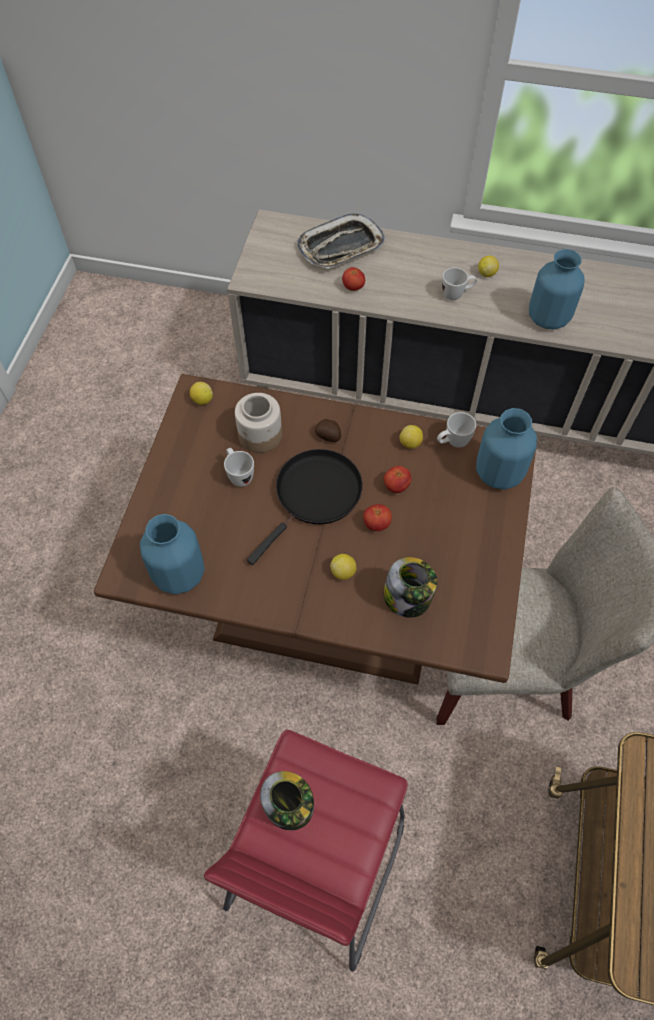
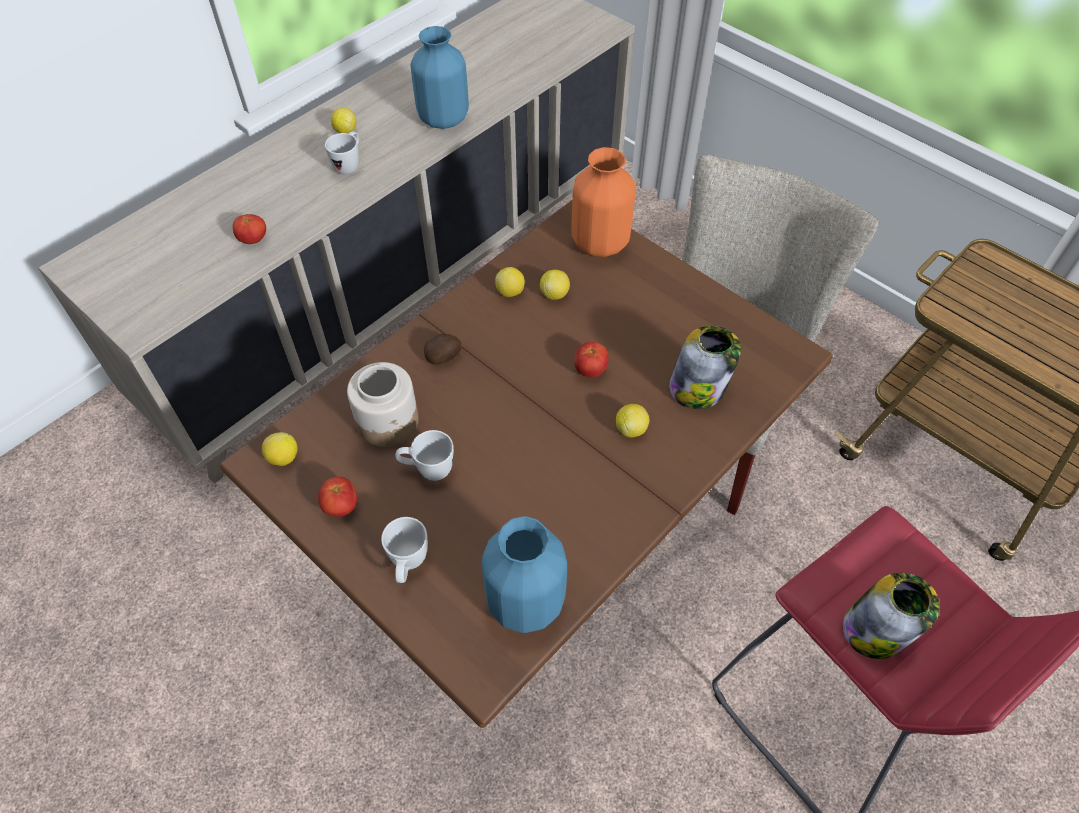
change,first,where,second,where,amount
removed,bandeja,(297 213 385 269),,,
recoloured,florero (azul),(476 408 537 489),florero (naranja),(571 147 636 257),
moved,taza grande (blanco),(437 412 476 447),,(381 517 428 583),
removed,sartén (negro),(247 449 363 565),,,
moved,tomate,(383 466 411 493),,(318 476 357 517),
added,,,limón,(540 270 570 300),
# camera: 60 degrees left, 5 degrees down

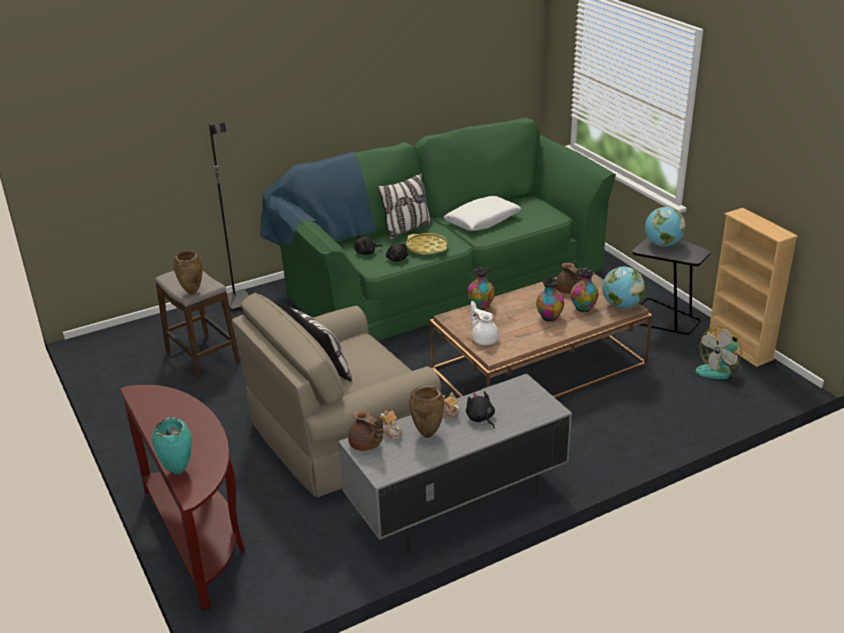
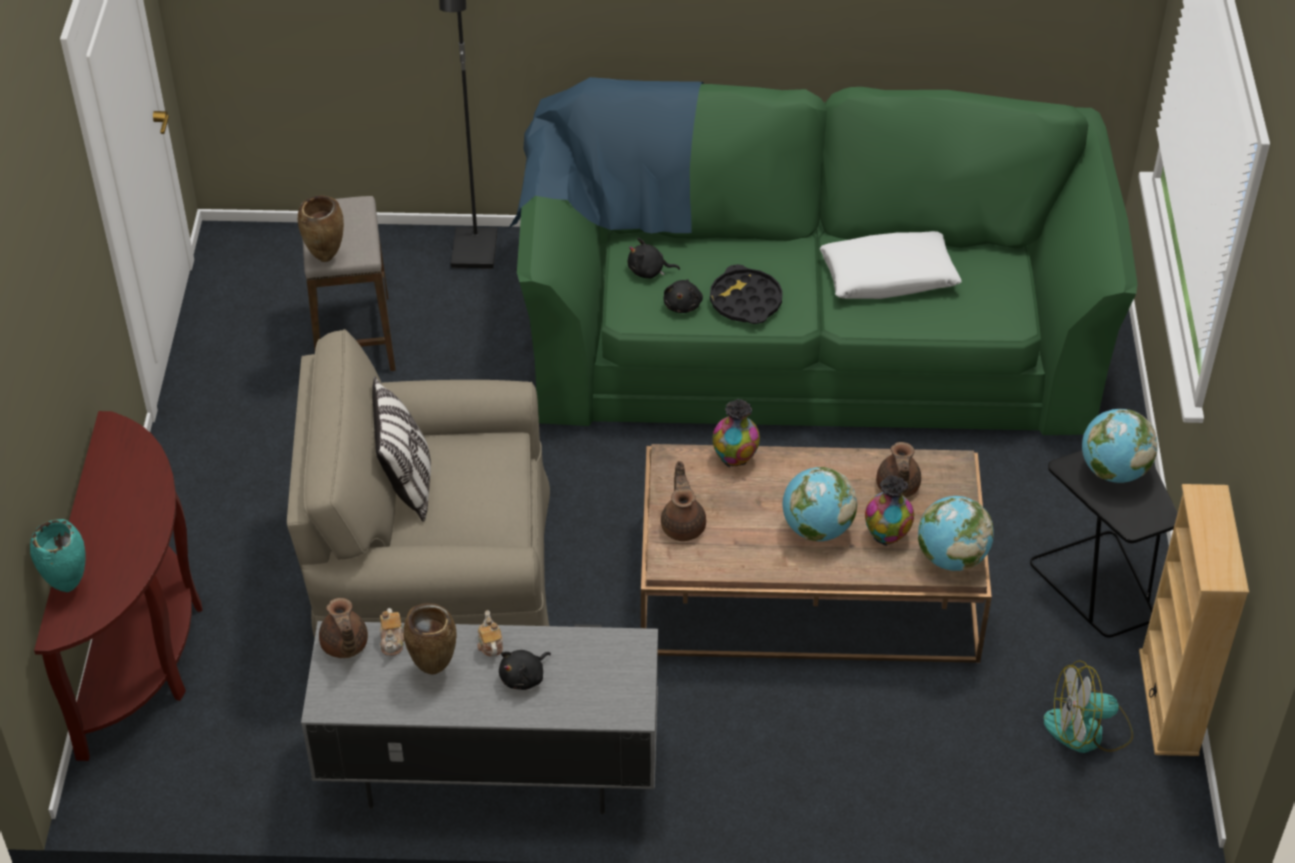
change,first,where,second,where,amount
removed,cojín,(377 173 433 240),,,
recoloured,bandeja (amarillo),(406 233 447 255),bandeja (negro),(710 264 783 324),
replaced,florero,(536 278 564 322),globo terráqueo,(783 467 857 541),
recoloured,tetera (blanco),(470 301 499 345),tetera (marrón),(661 461 706 541),
turned,peluche (negro),(466 391 495 429),,(499 650 551 690),135 degrees counterclockwise
# camera: 30 degrees right, 15 degrees up

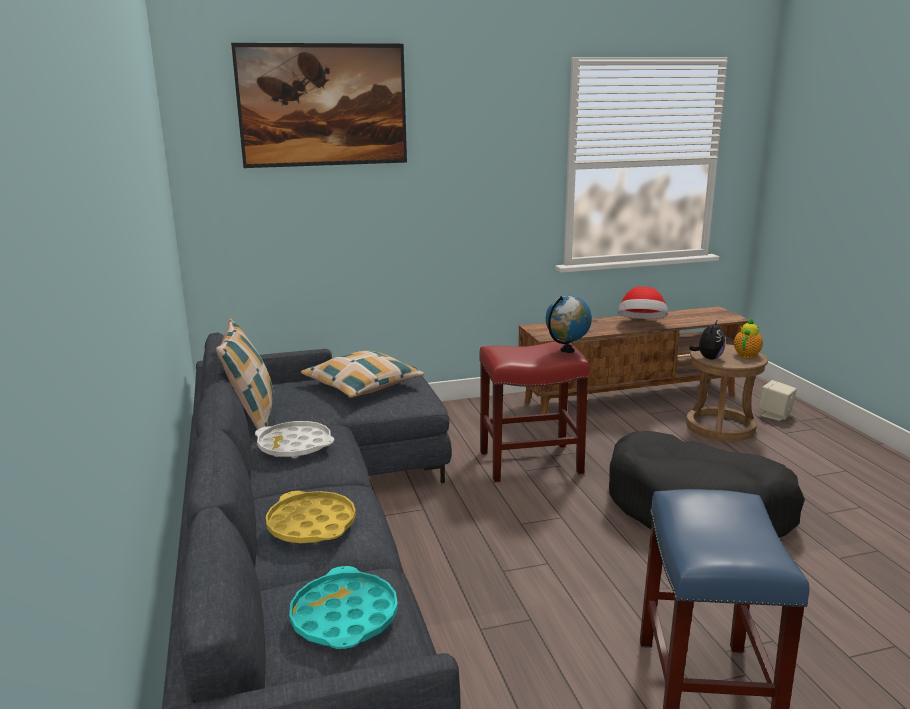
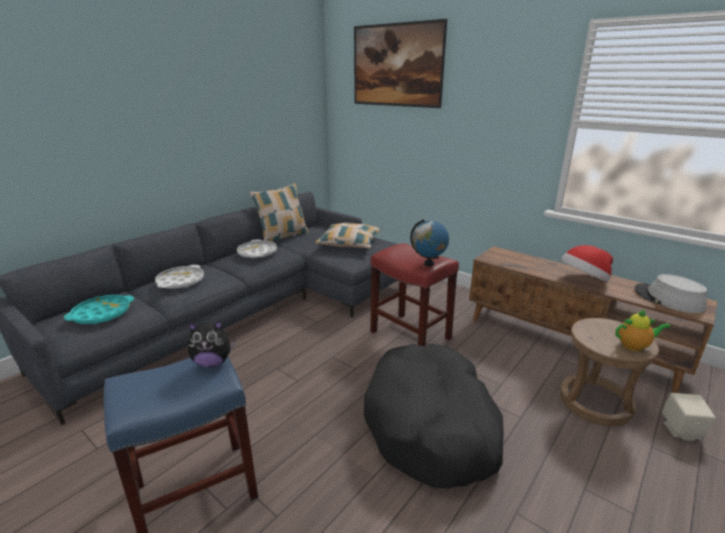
change,first,where,second,where,amount
moved,peluche,(689 321 725 359),,(188 321 236 367),
recoloured,bandeja (amarillo),(266 491 356 543),bandeja (blanco),(155 265 204 289),
added,,,sombrero (gris),(635 274 707 313),
# camera: 55 degrees right, 5 degrees up

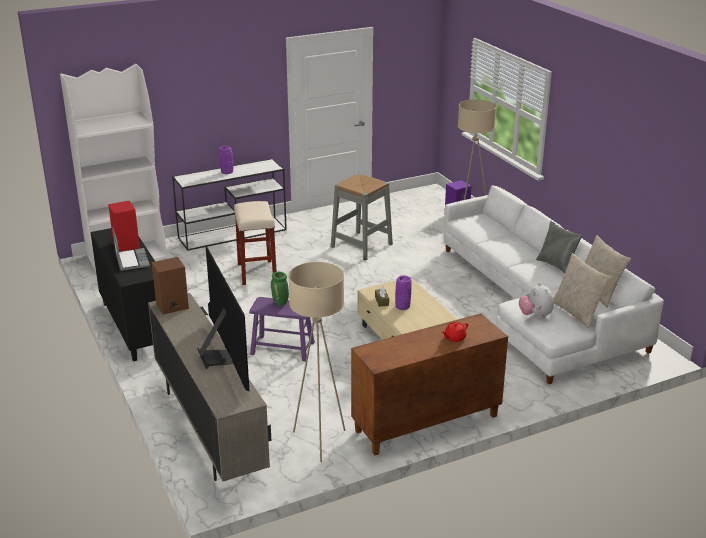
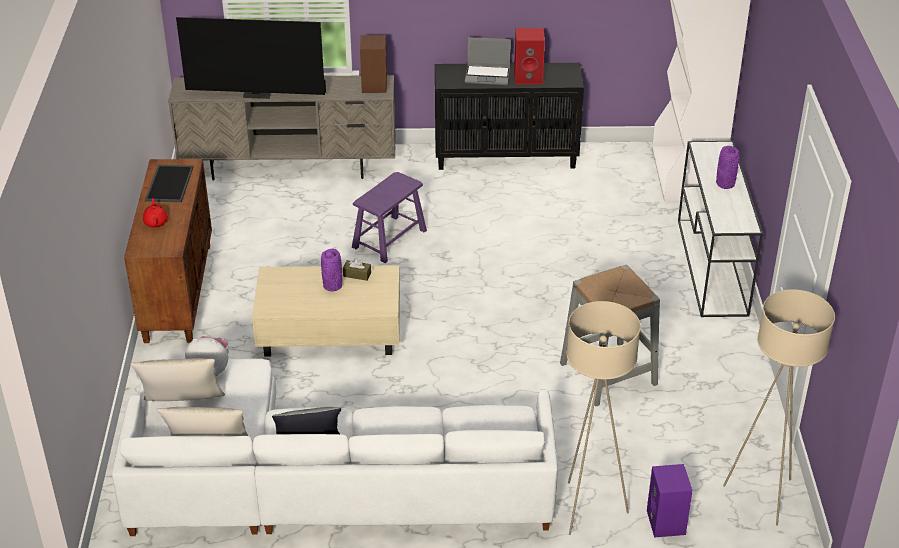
change,first,where,second,where,amount
removed,taburete (beis),(234 201 277 285),,,
moved,lámpara de pie (beis),(288 262 345 462),,(723 289 835 526),
removed,florero (verde),(271 272 289 306),,,
added,,,bandeja,(145 165 193 202),
# camera: 115 degrees right, 10 degrees up

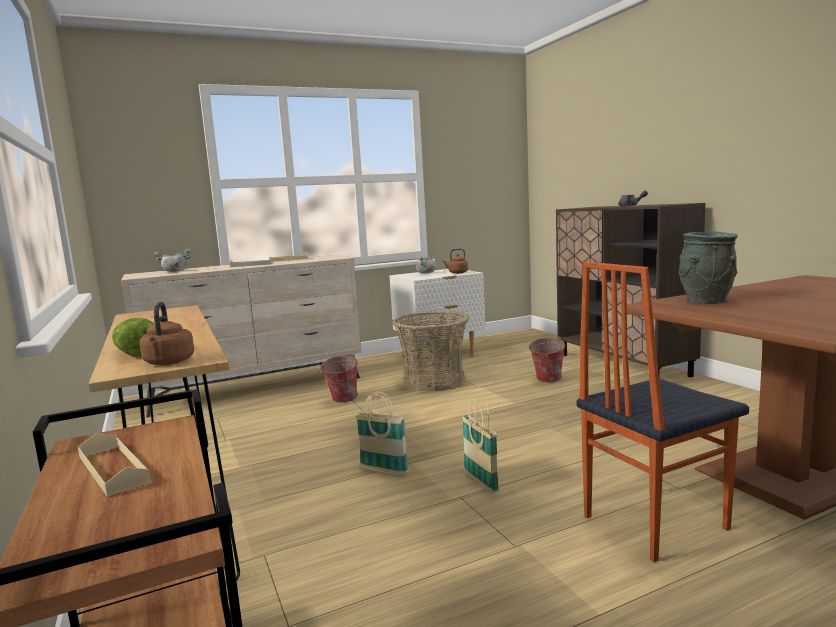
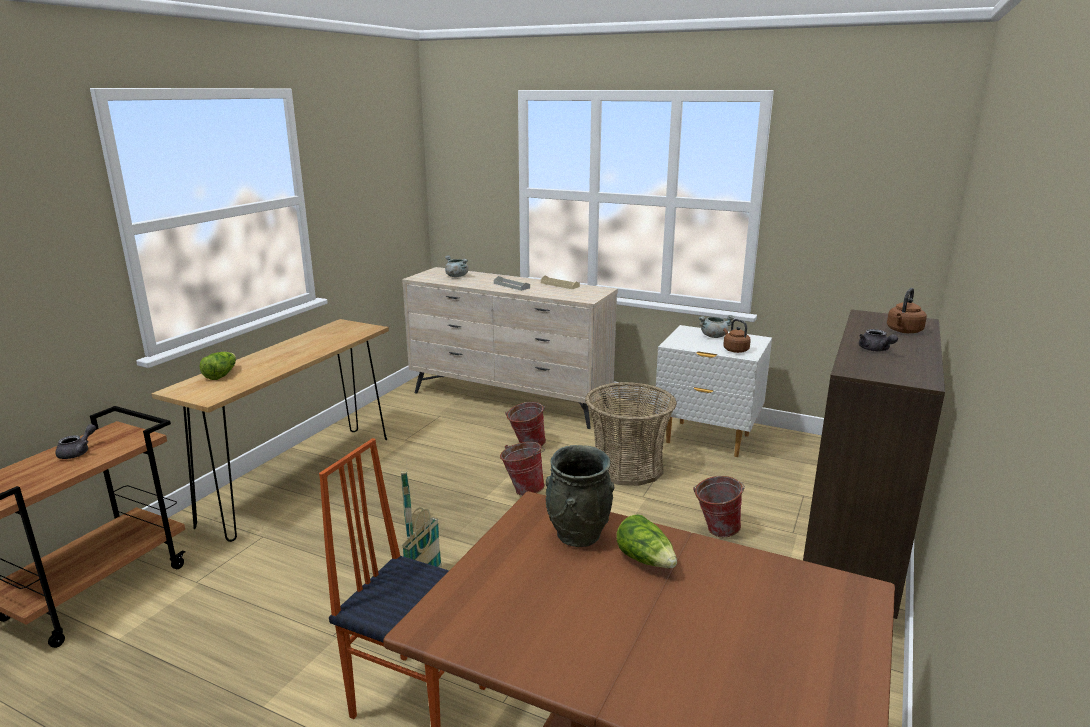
change,first,where,second,where,amount
moved,hervidor (marrón),(140 302 194 365),,(887 288 927 333),
replaced,bandeja (beis),(78 433 151 497),tetera (gris),(56 424 96 459),
added,,,cubo,(500 442 545 496),
added,,,lechuga,(616 515 677 568),
# camera: 50 degrees right, 10 degrees up

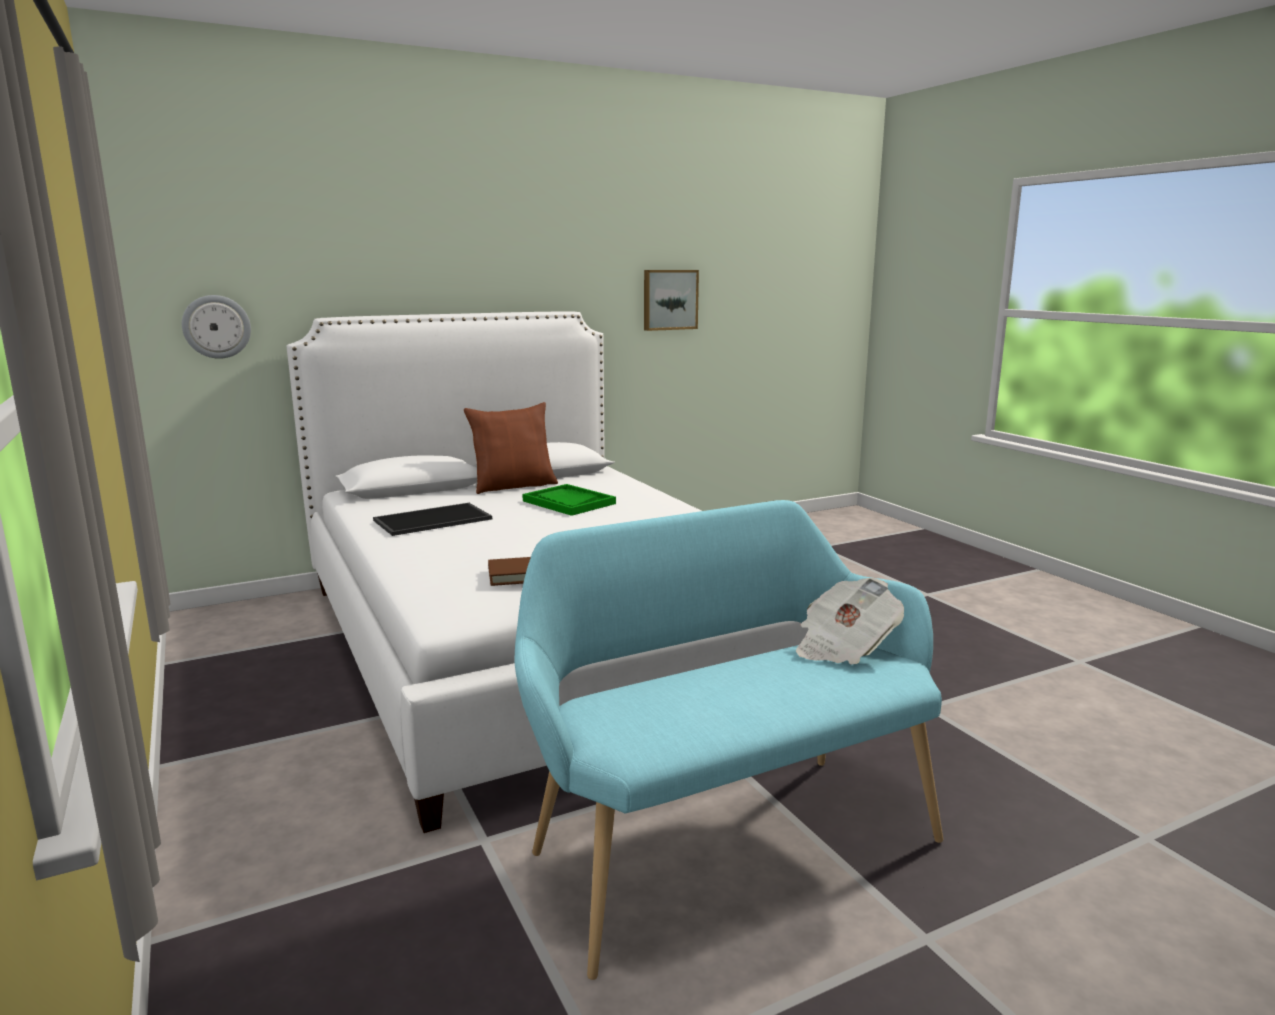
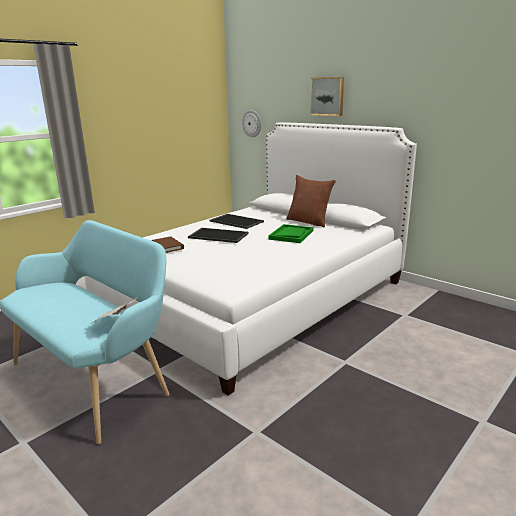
change,first,where,second,where,amount
moved,cuadro,(644 270 699 331),,(310 77 344 116),
added,,,bandeja,(188 228 249 243),
# camera: 70 degrees right, 5 degrees up

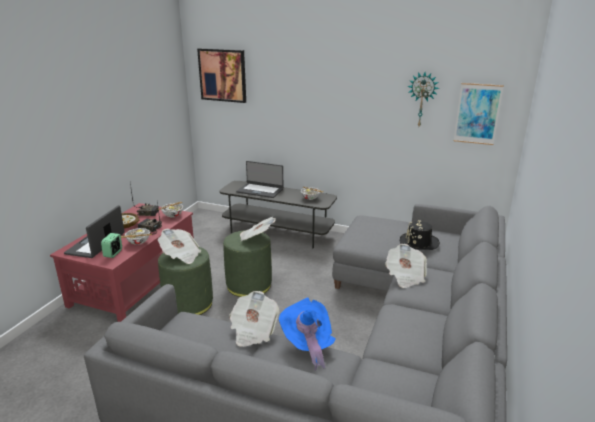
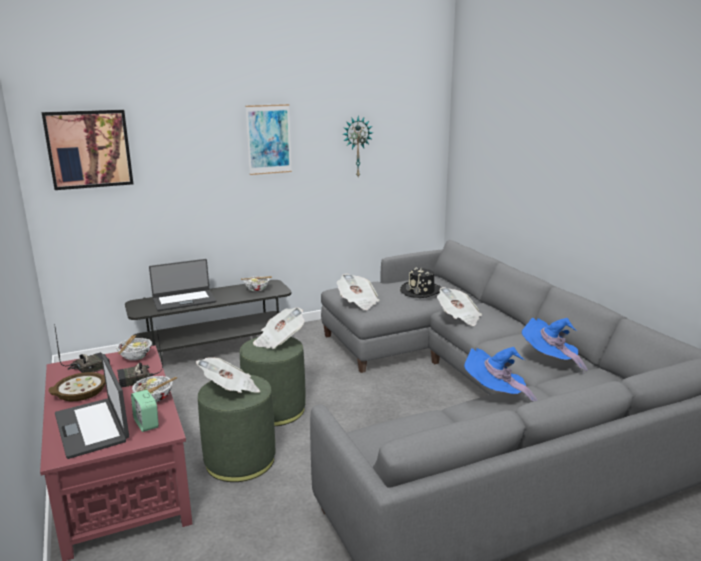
change,first,where,second,where,amount
moved,cuadro,(454 83 504 145),,(245 104 292 175),
moved,periódico,(229 291 279 347),,(337 274 380 310),
added,,,sombrero (azul),(522 318 588 374),
# camera: 45 degrees left, 5 degrees down

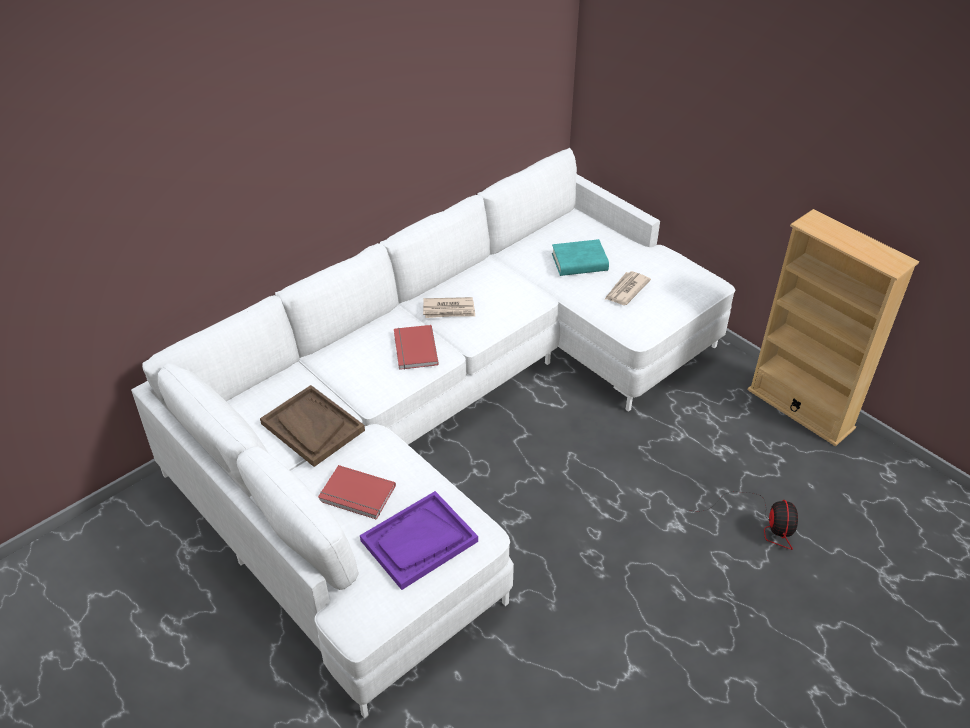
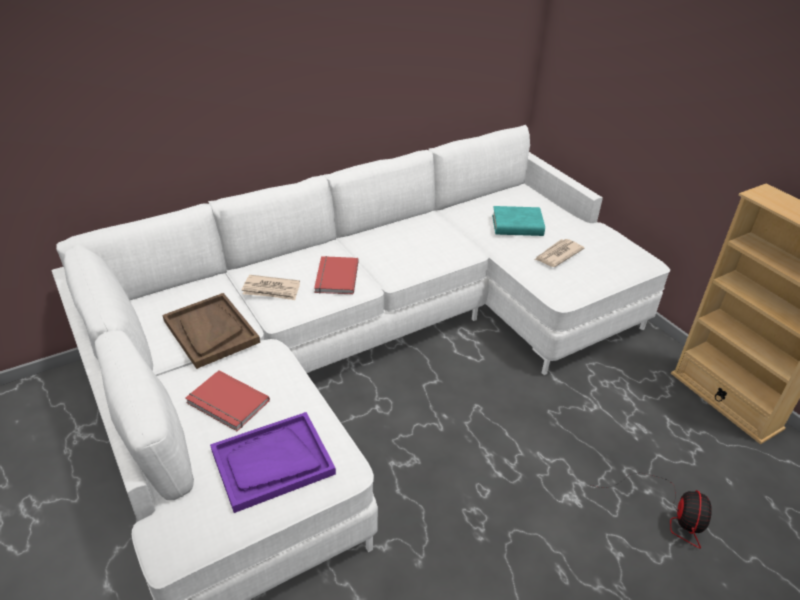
change,first,where,second,where,amount
moved,periódico,(423 297 475 318),,(242 275 300 300),
# camera: 10 degrees right, 5 degrees down

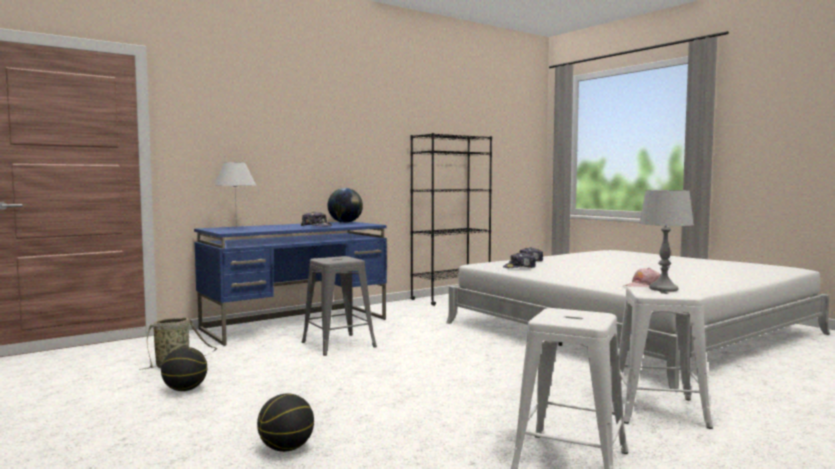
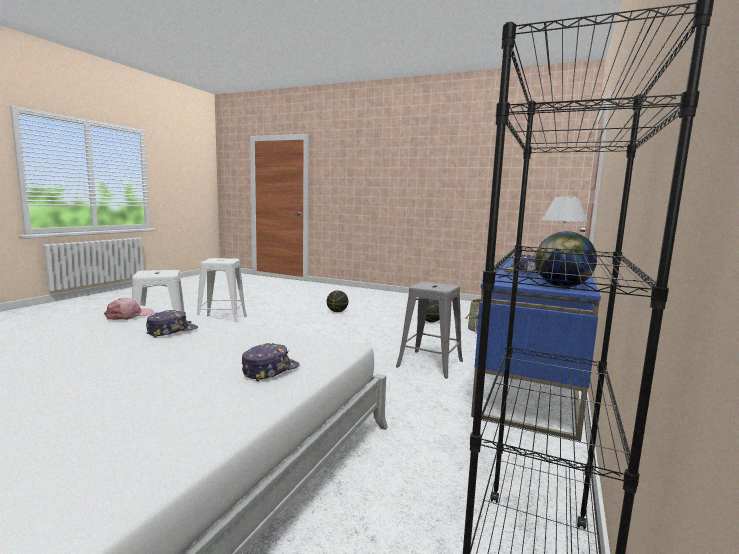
change,first,where,second,where,amount
removed,lámpara de mesa (gris),(639 190 694 292),,,
moved,gorra,(503 253 536 268),,(146 310 198 338),
# camera: 150 degrees right, 5 degrees up

